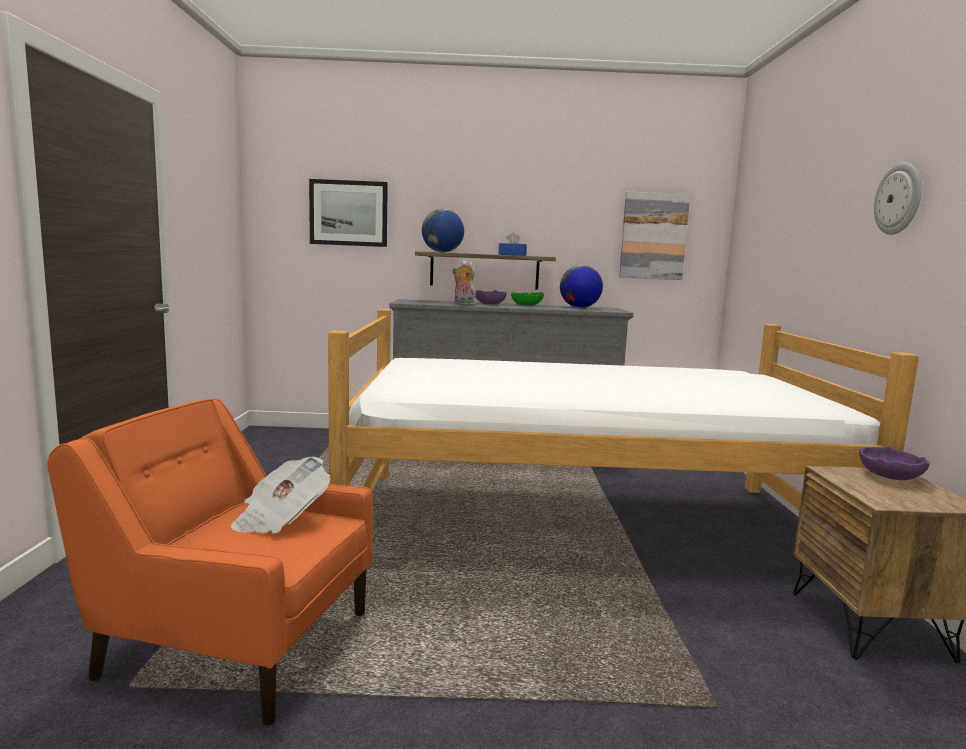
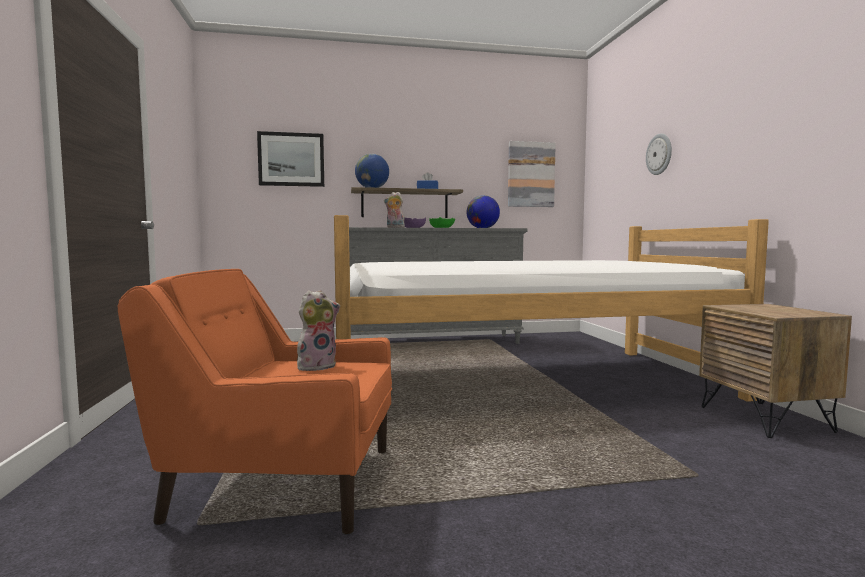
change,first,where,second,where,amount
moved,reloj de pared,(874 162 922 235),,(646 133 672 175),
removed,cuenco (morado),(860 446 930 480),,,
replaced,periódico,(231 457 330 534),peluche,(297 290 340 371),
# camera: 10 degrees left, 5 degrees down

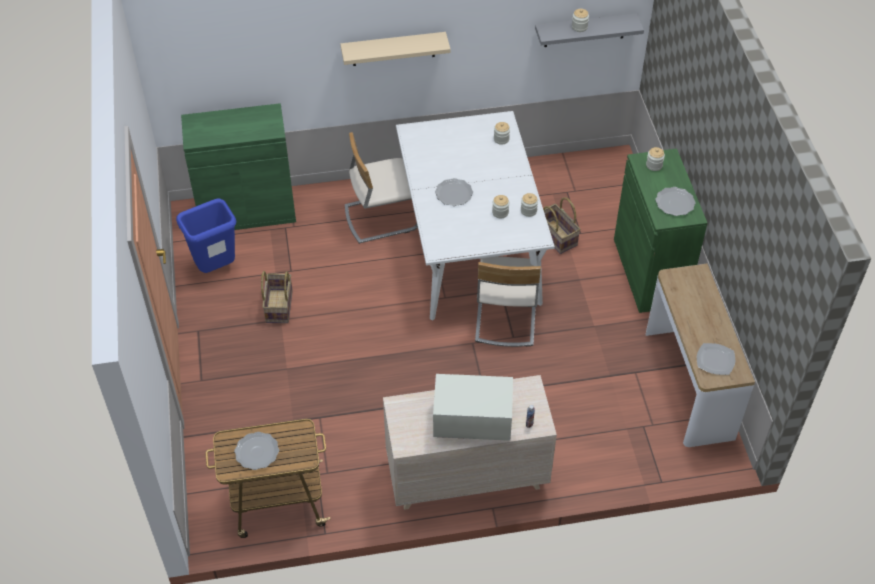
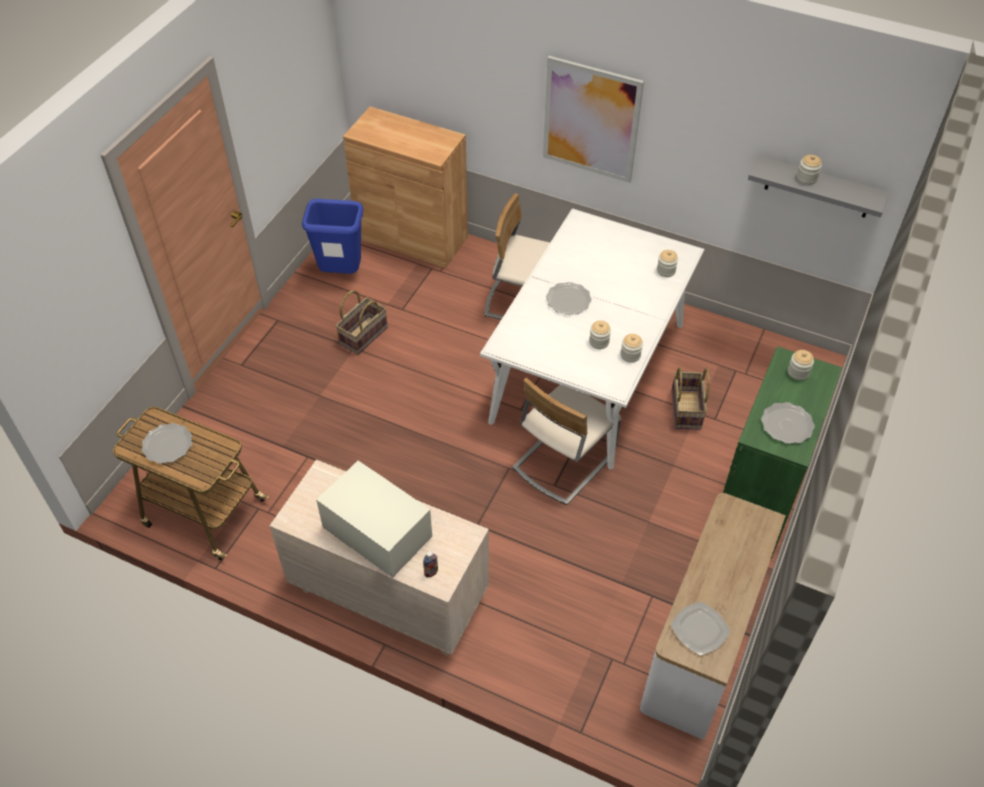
change,first,where,second,where,amount
replaced,estante (beis),(340 32 451 66),cuadro,(543 56 644 183),
recoloured,armario (verde),(181 103 296 230),armario (marrón),(343 106 468 268),
# camera: 35 degrees right, 0 degrees up

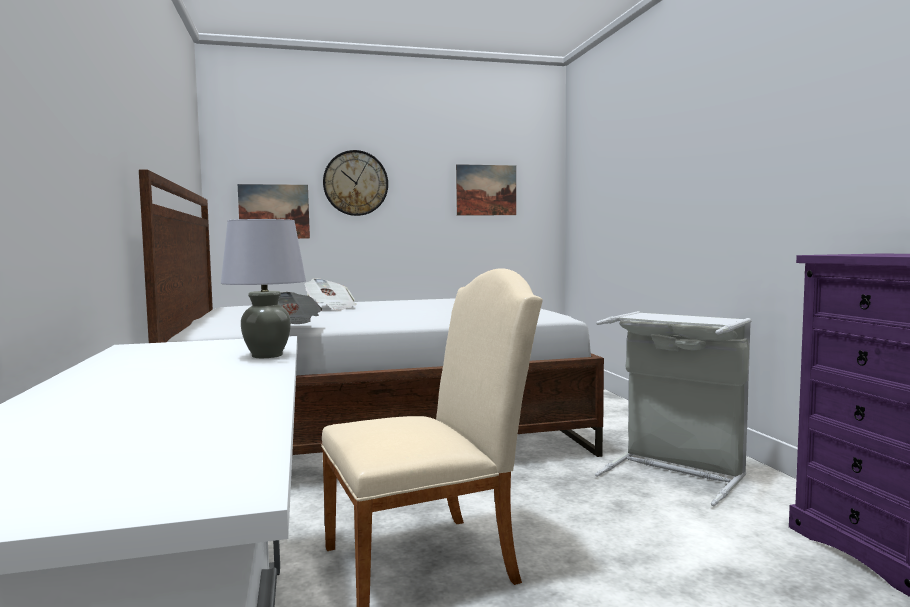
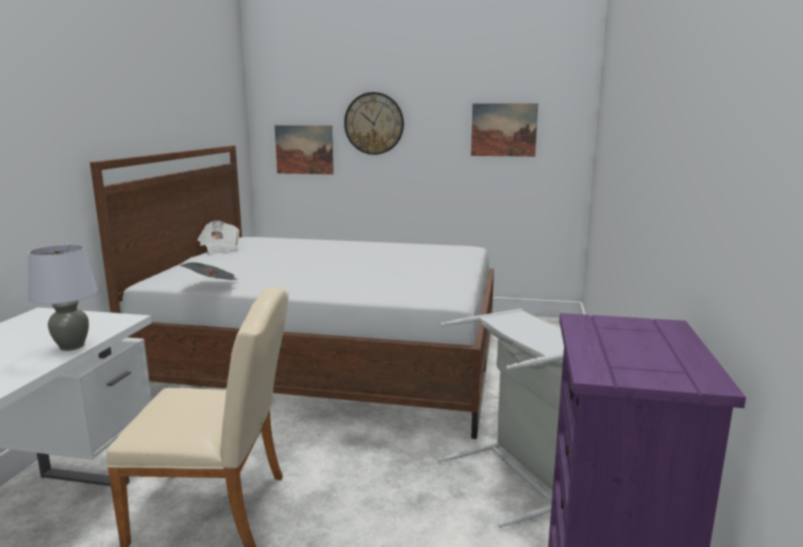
change,first,where,second,where,amount
moved,periódico,(304 278 357 310),,(197 221 240 254),
# camera: 25 degrees right, 10 degrees up

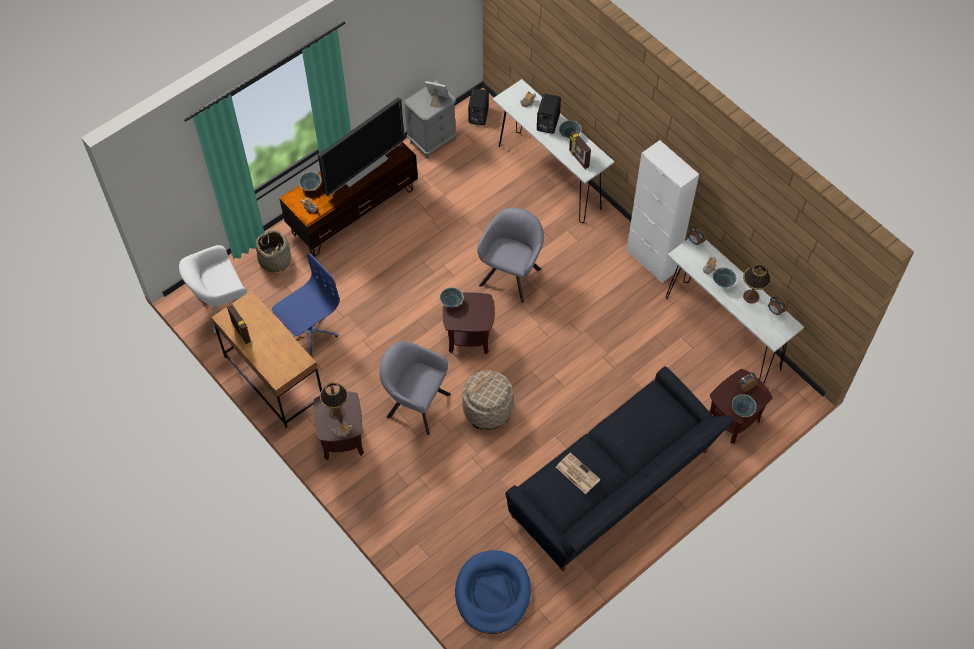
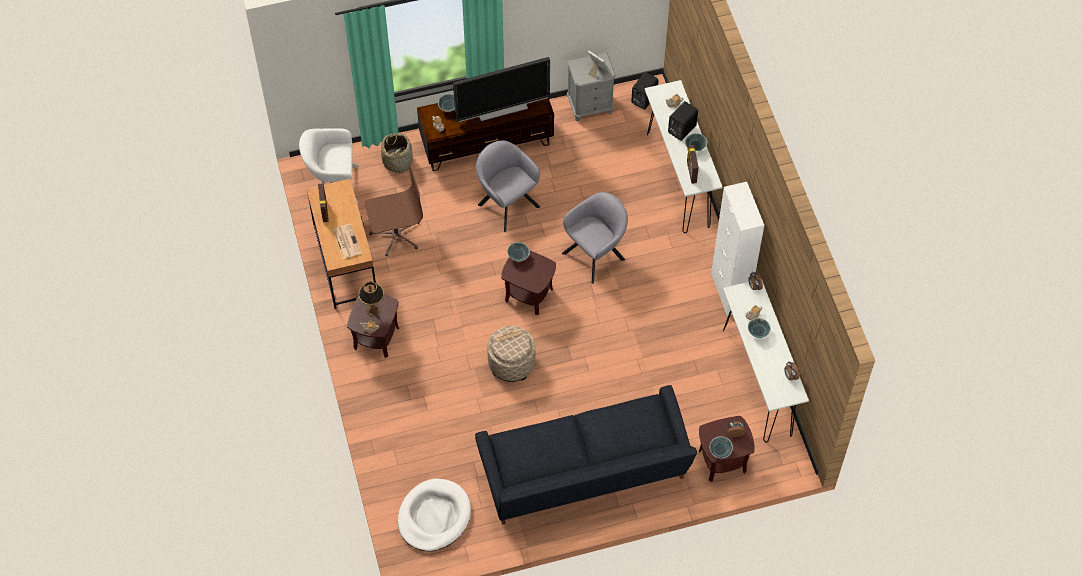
change,first,where,second,where,amount
recoloured,silla de oficina (azul),(272 254 340 356),silla de oficina (marrón),(365 166 423 256),
removed,lámpara de mesa,(743 264 771 304),,,
moved,sillón (gris),(380 341 451 435),,(476 141 540 232),
moved,periódico,(556 453 601 494),,(333 224 362 259),
recoloured,cama para perro (azul),(455 550 531 634),cama para perro (blanco),(398 479 471 551),
# camera: 25 degrees right, 0 degrees up

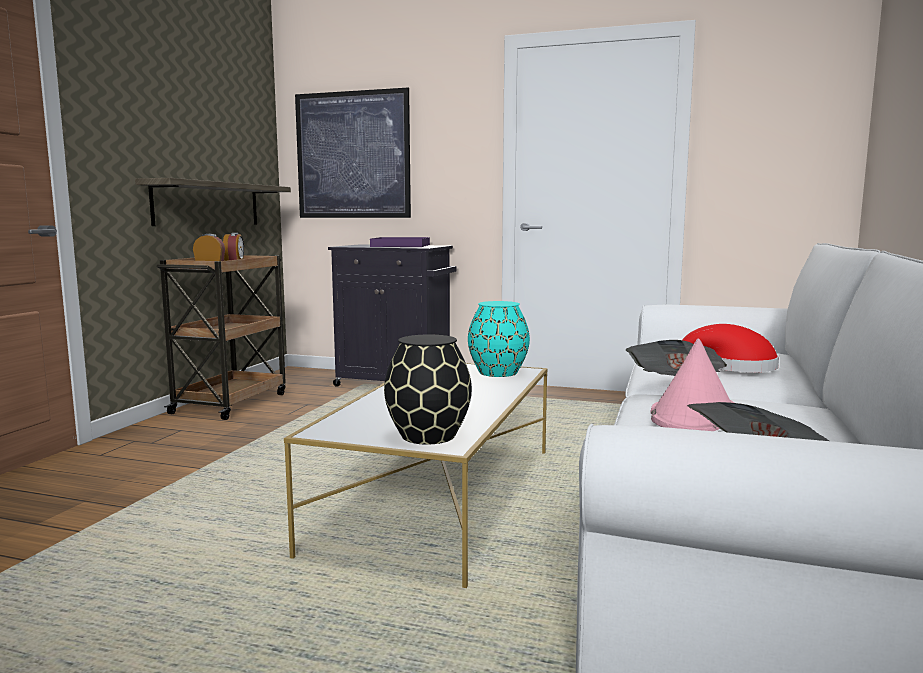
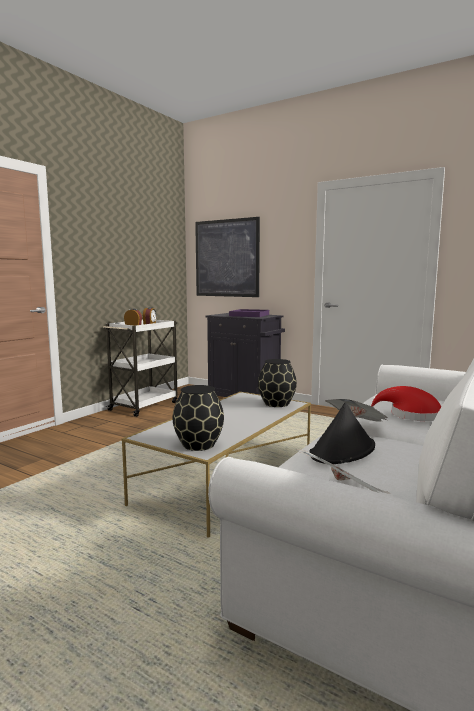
change,first,where,second,where,amount
removed,estante,(135 178 291 226),,,
recoloured,carrito (marrón),(156 255 286 420),carrito (blanco),(103 320 177 417),
recoloured,florero (turquesa),(468 301 530 377),florero (negro),(258 359 297 407),
recoloured,sombrero (rosa),(651 338 734 431),sombrero (negro),(309 402 375 464),
# camera: 15 degrees right, 0 degrees up

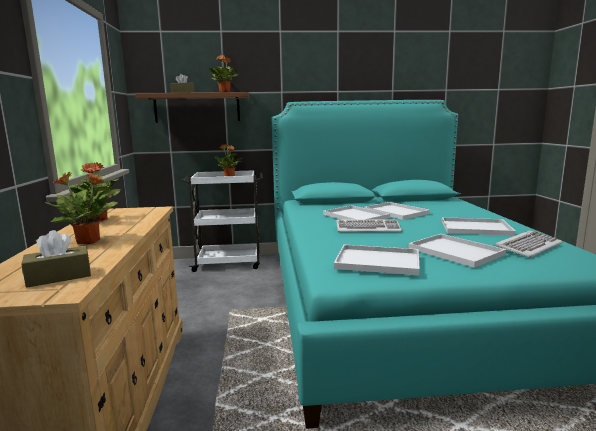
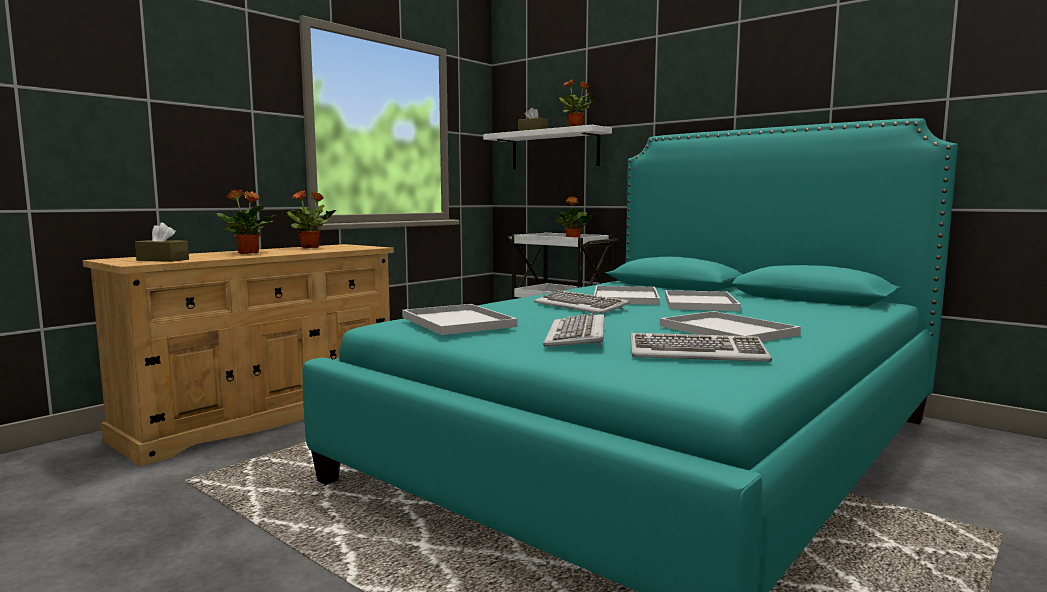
change,first,where,second,where,amount
recoloured,estante (marrón),(135 92 249 123),estante (blanco),(483 125 612 169),
replaced,bandeja (blanco),(408 234 506 268),teclado,(543 313 605 347),
# camera: 45 degrees right, 5 degrees down

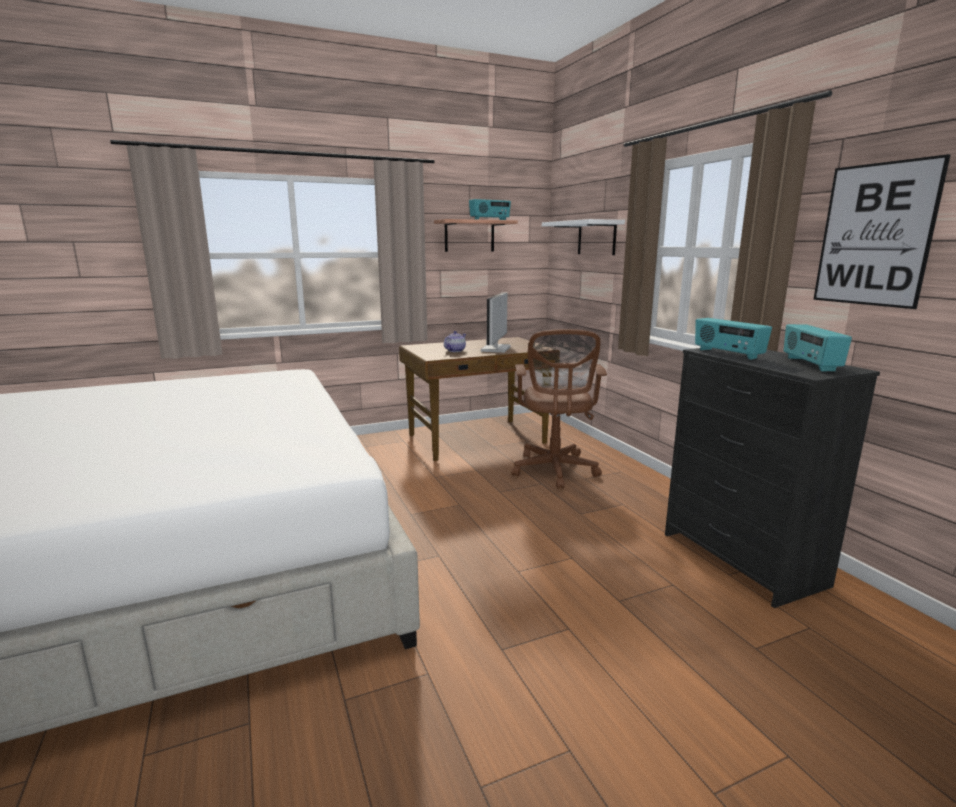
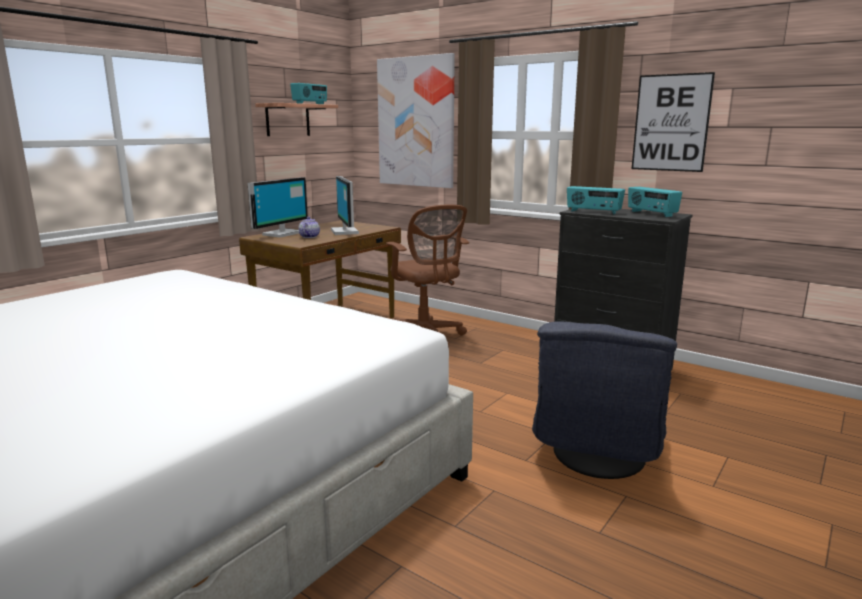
change,first,where,second,where,amount
replaced,estante (blanco),(542 219 625 255),cuadro,(377 53 455 188),
added,,,monitor,(248 177 308 238),
added,,,sillón (gris),(532 321 677 479),
# camera: 30 degrees left, 0 degrees up

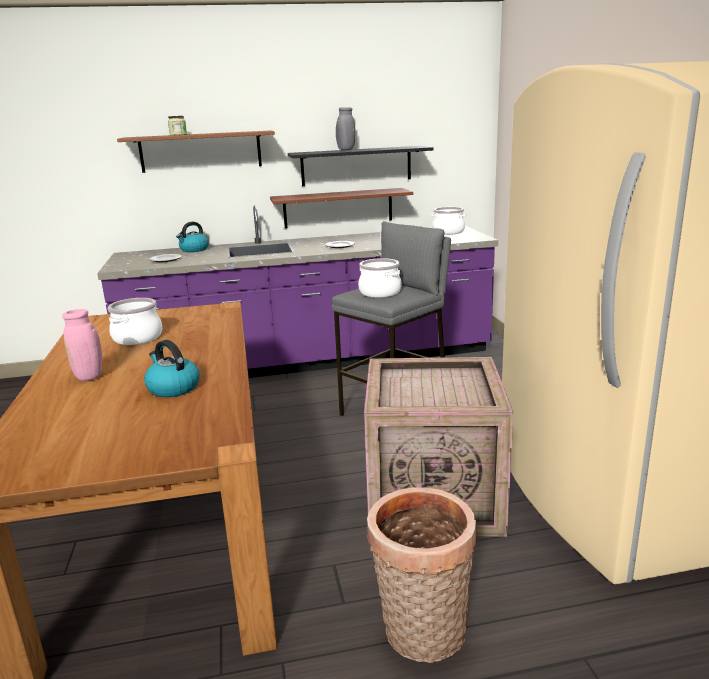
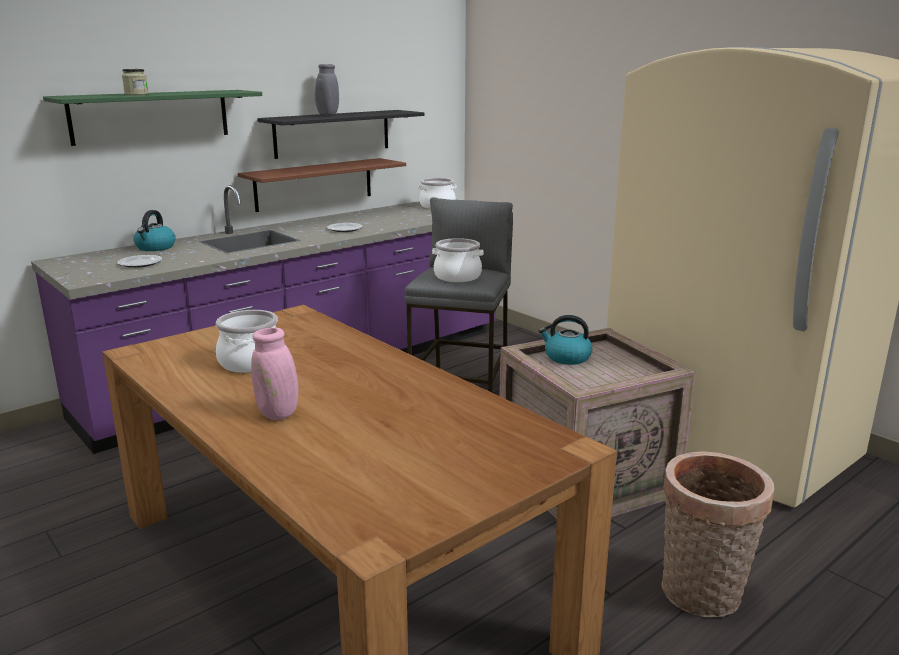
change,first,where,second,where,amount
recoloured,estante (marrón),(117 131 275 173),estante (verde),(43 90 262 146),
moved,hervidor,(144 340 200 397),,(539 315 592 365),
# camera: 30 degrees left, 0 degrees up

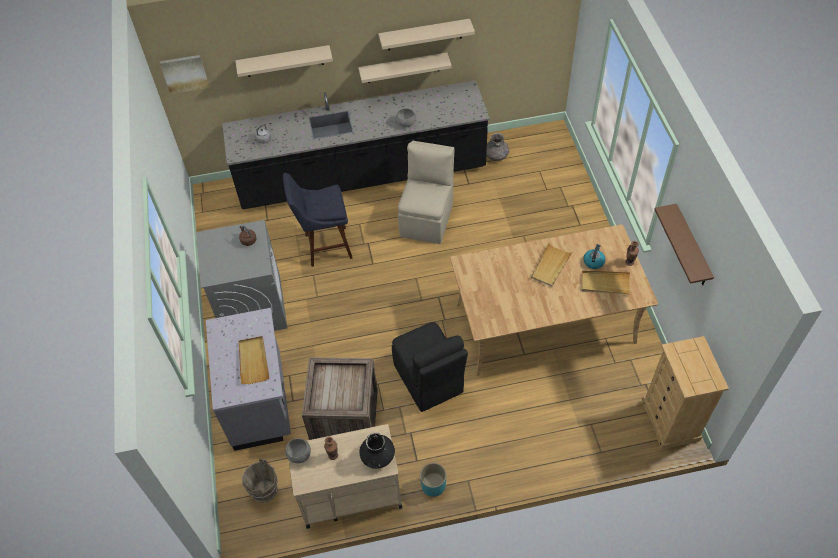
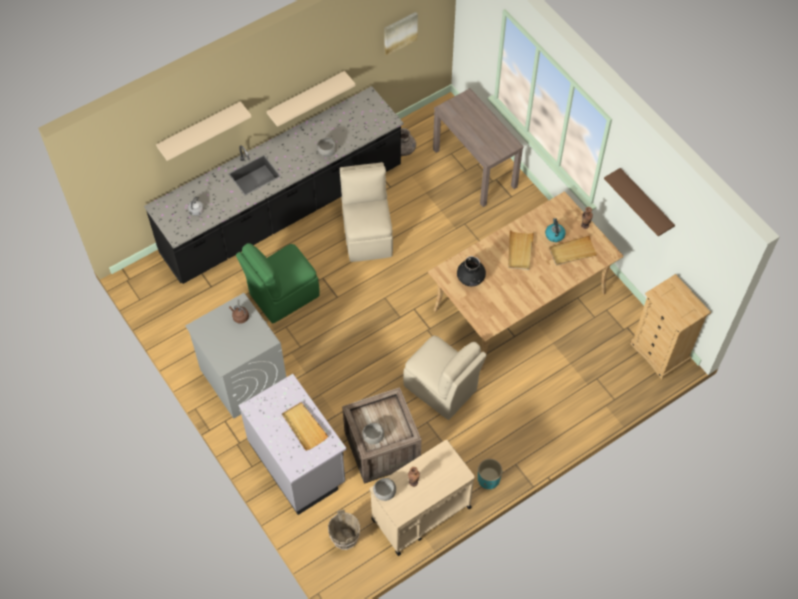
change,first,where,second,where,amount
removed,estante (beis),(379 19 475 51),,,
moved,cuadro,(160 55 209 94),,(384 12 418 56),
replaced,taburete (azul),(283 173 353 267),silla (verde),(236 243 320 324),
recoloured,silla (negro),(392 322 468 412),silla (beis),(403 336 487 420),
moved,florero (negro),(359 433 395 469),,(457 256 486 286),
added,,,mesa consola (marrón),(433 88 524 207),
added,,,cuenco (gris),(362 423 384 444),
# camera: 25 degrees left, 5 degrees up

